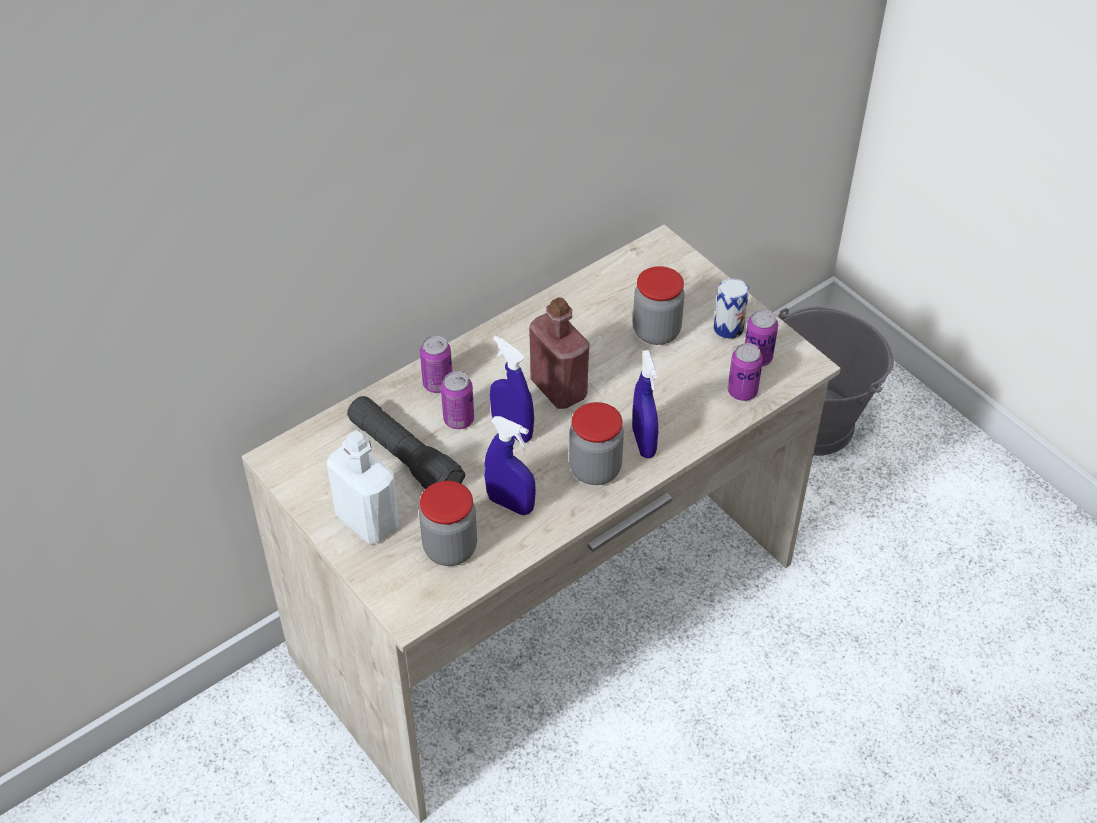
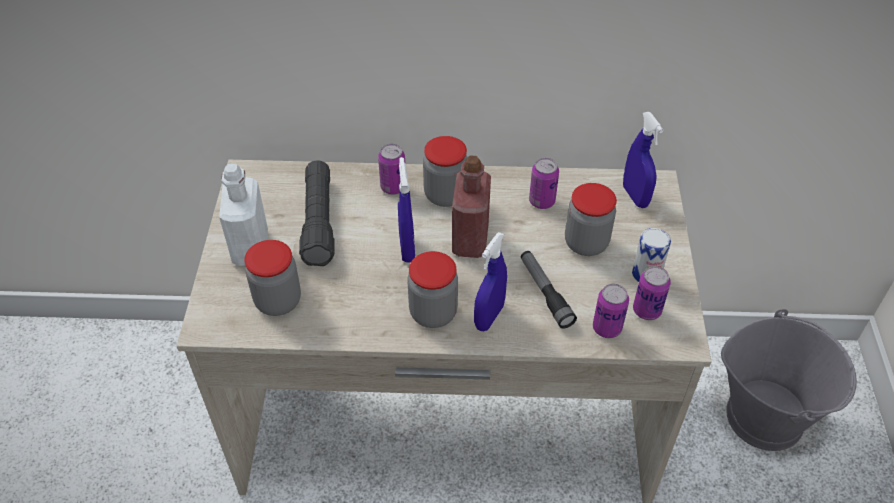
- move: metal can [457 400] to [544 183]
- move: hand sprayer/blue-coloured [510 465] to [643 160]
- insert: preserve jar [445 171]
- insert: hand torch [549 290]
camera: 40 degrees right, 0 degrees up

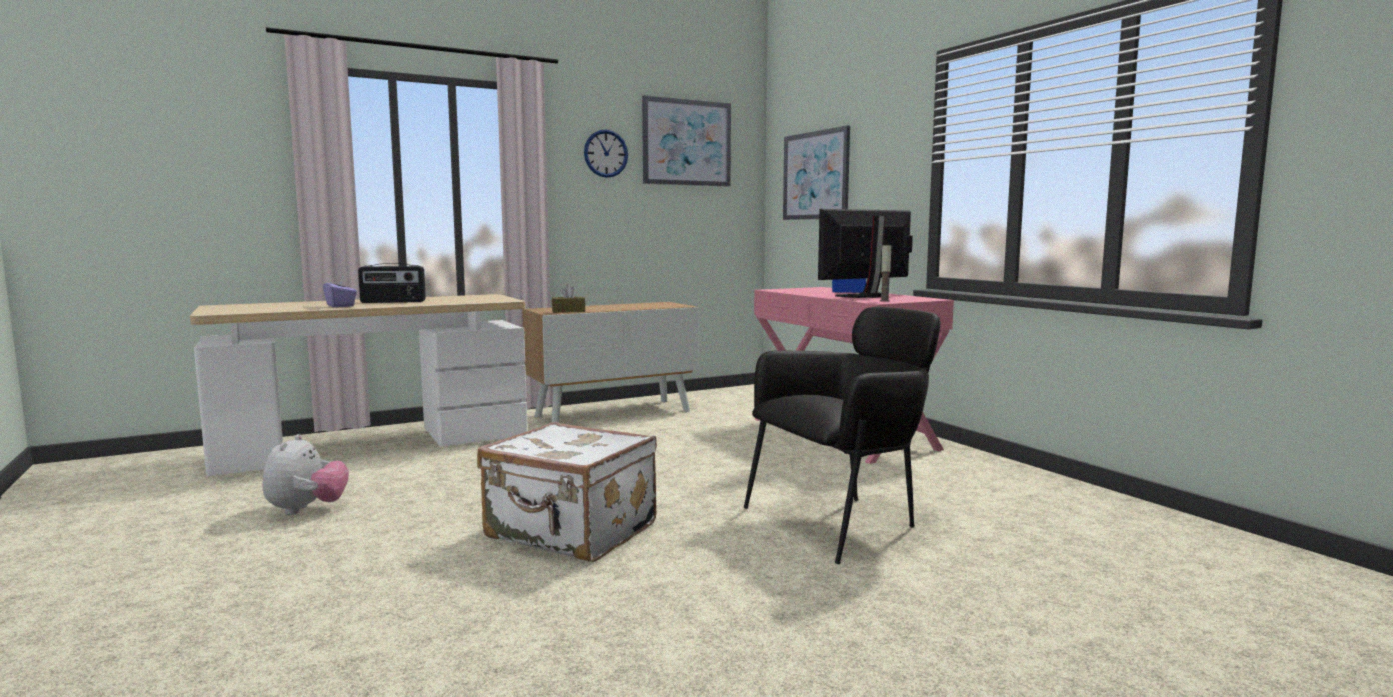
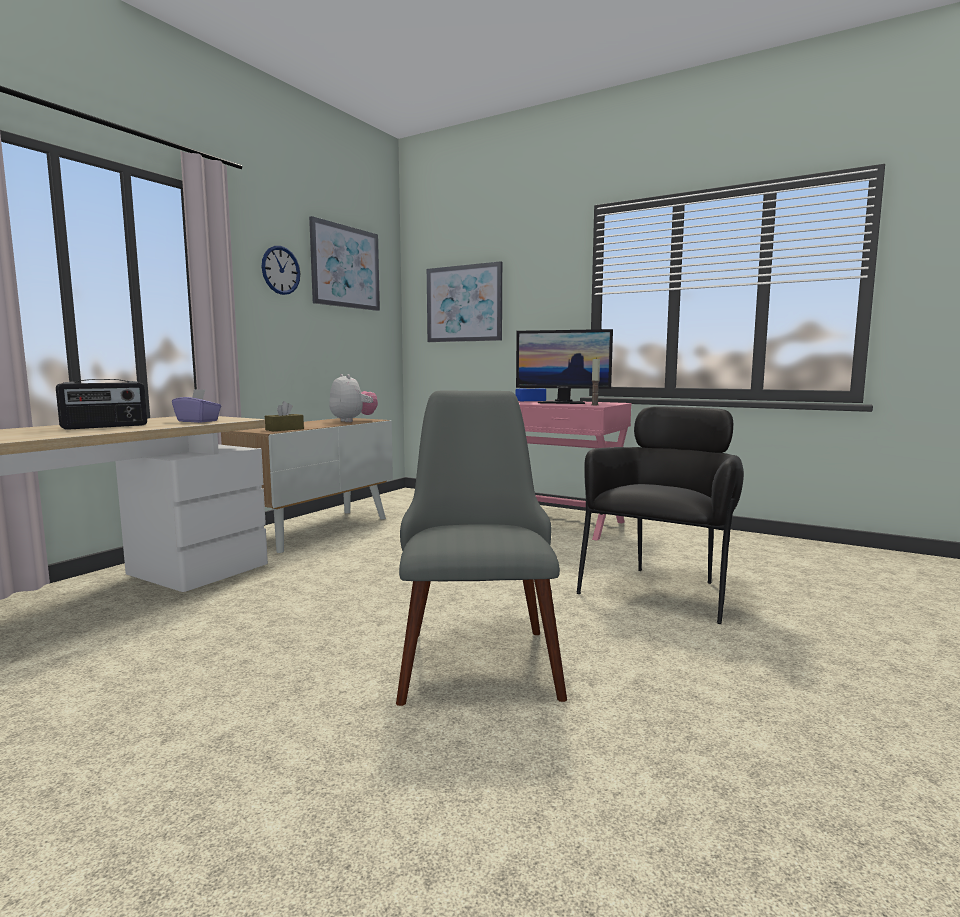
- rotate: computer display [865 253] = [564 366] 105 degrees counterclockwise
- move: tissue holder/purple [340 291] to [196 406]
- replace: travel case/white [567 492] to chair/greyish [481 548]
- move: soft toy [306 474] to [353 398]
camera: 30 degrees left, 0 degrees up

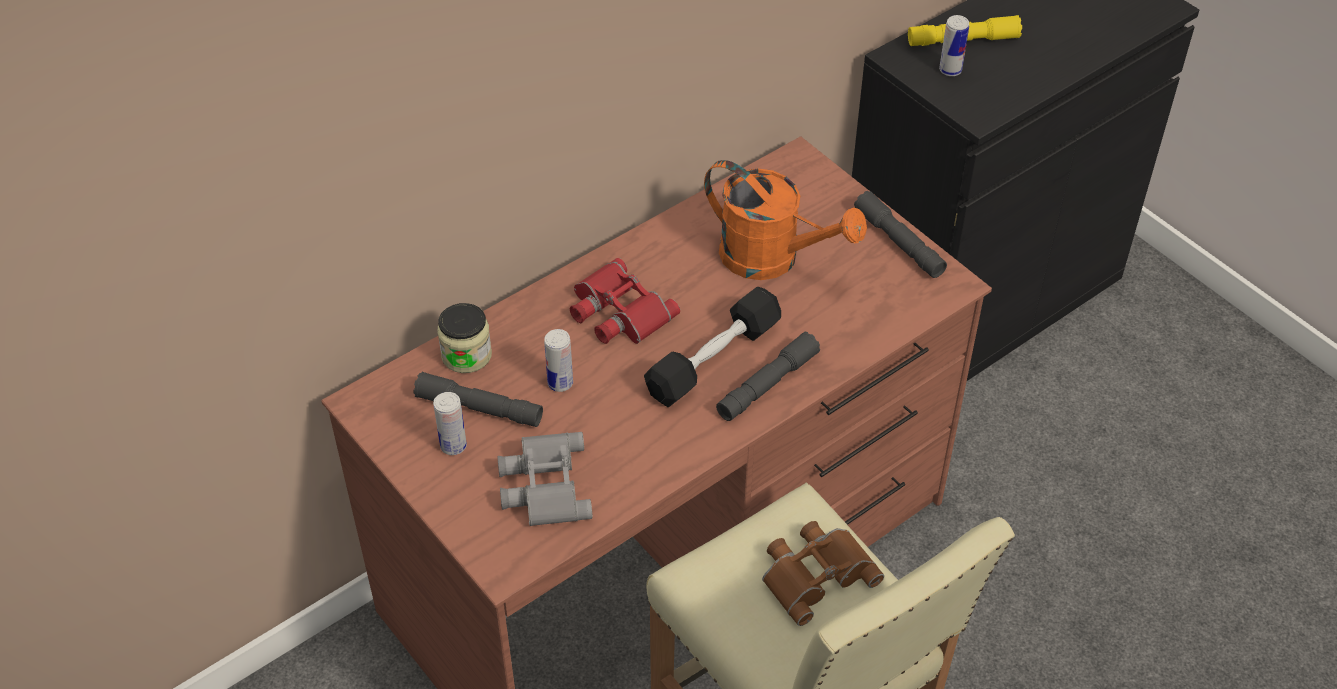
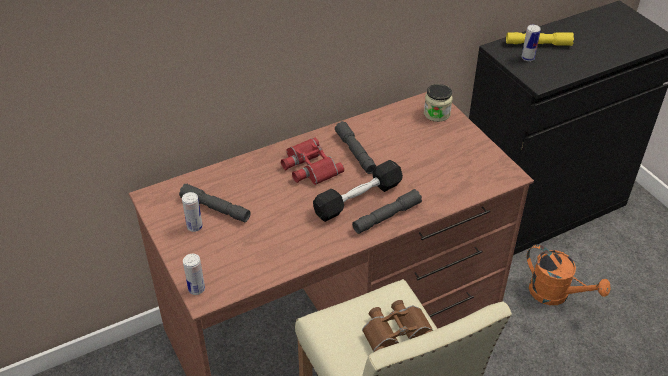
- move: watering pot/orange-coloured [785 220] to [568 274]
- move: hand torch/greyish [900 234] to [356 147]
- move: preserve jar [464 338] to [438 103]
- move: metal can [558 360] to [194 274]
- delete: binoculars/greyish [545 479]
camera: 10 degrees right, 5 degrees down

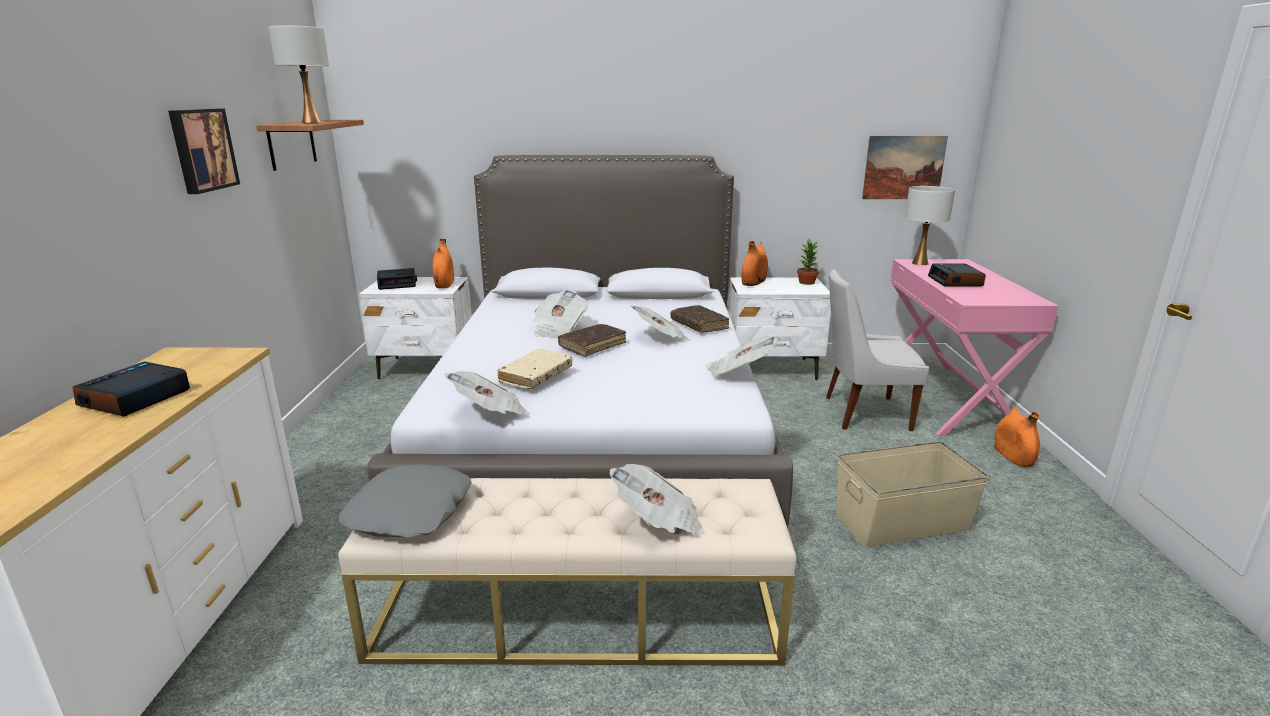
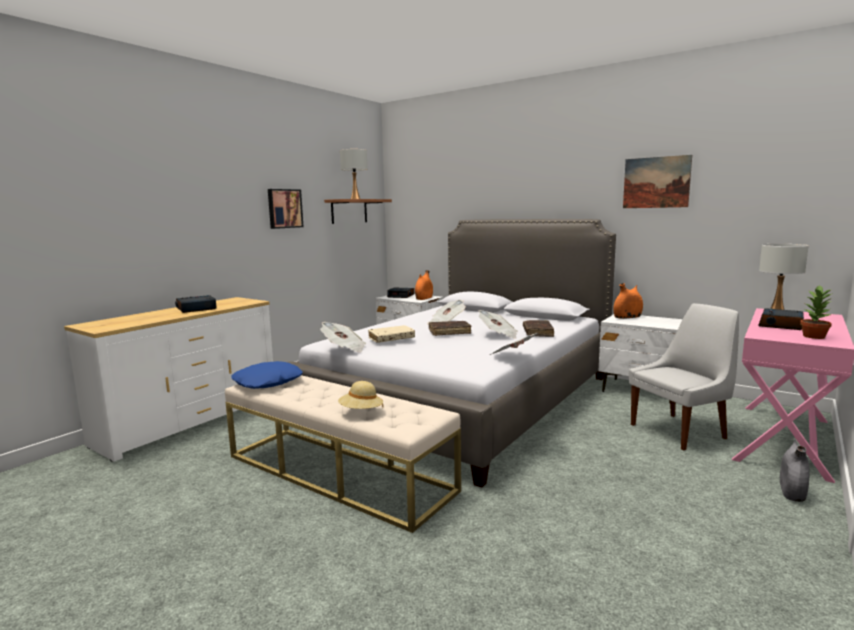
- move: wall art [905 167] to [657 181]
- move: potted plant [808 262] to [816 312]
- rotate: chair/white [877 350] = [684 376] 120 degrees clockwise
- recolor: vase/orange-coloured [1017 436] to vase/greyish [794 471]
- delete: storage bin/beige [912 494]
- recolor: pillow/greyish [405 501] to pillow/blue-coloured [267 375]
- replace: daily paper [657 499] to hat/beige [360 395]
camera: 35 degrees right, 10 degrees down

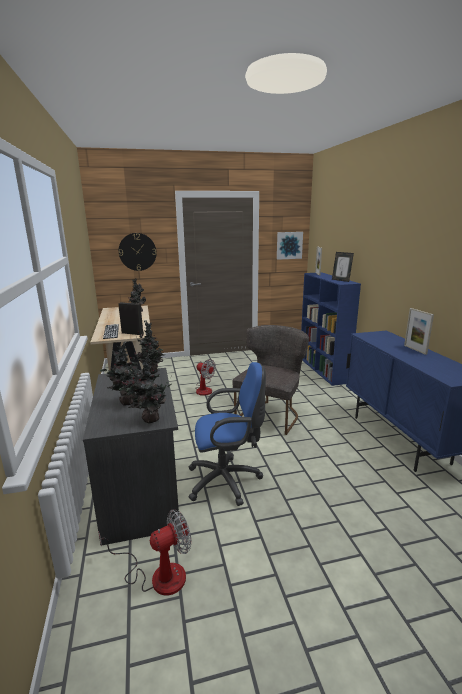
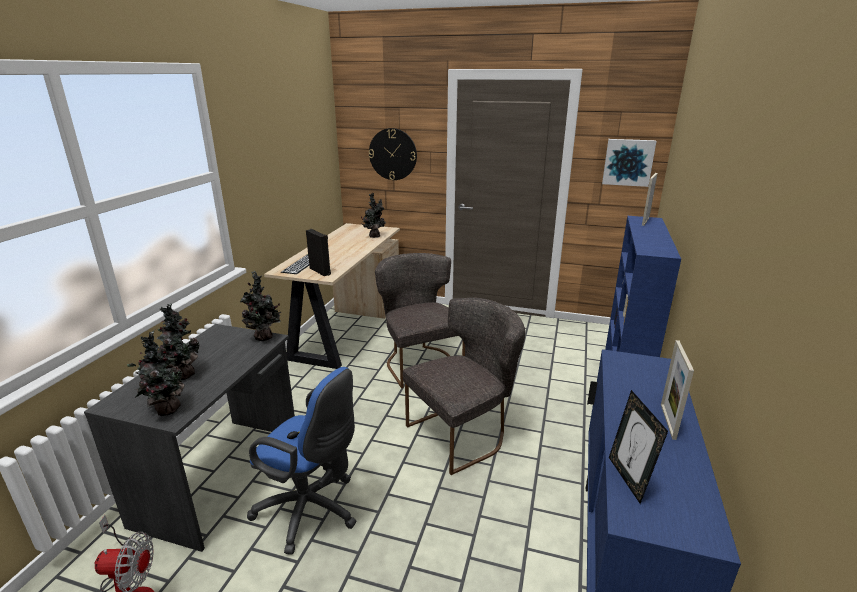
- move: picture frame [343 267] to [638 447]
- replace: fan [205 377] to chair/greyish [420 320]
camera: 30 degrees right, 5 degrees up

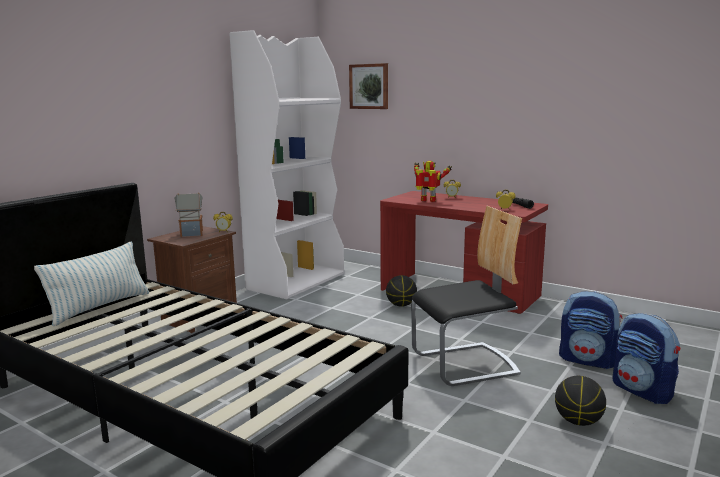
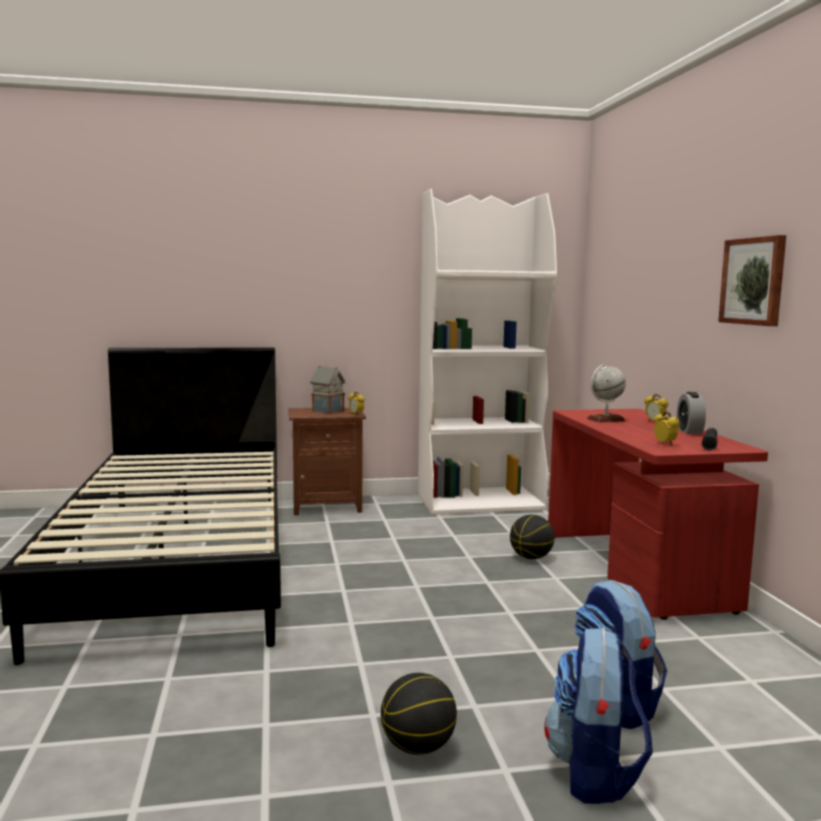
- move: wall art [368 86] to [752 280]
- replace: toy robot [433 181] to globe [606 393]
- delete: chair [466 296]
- delete: pillow [91 283]
- insert: table clock [691 413]
camera: 45 degrees right, 5 degrees down

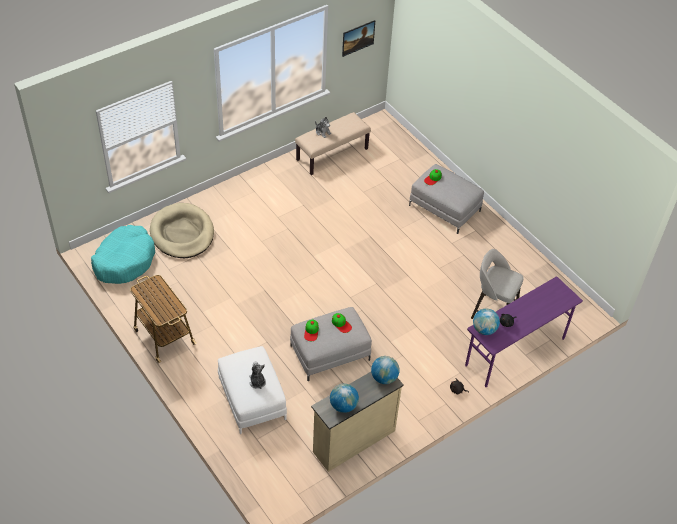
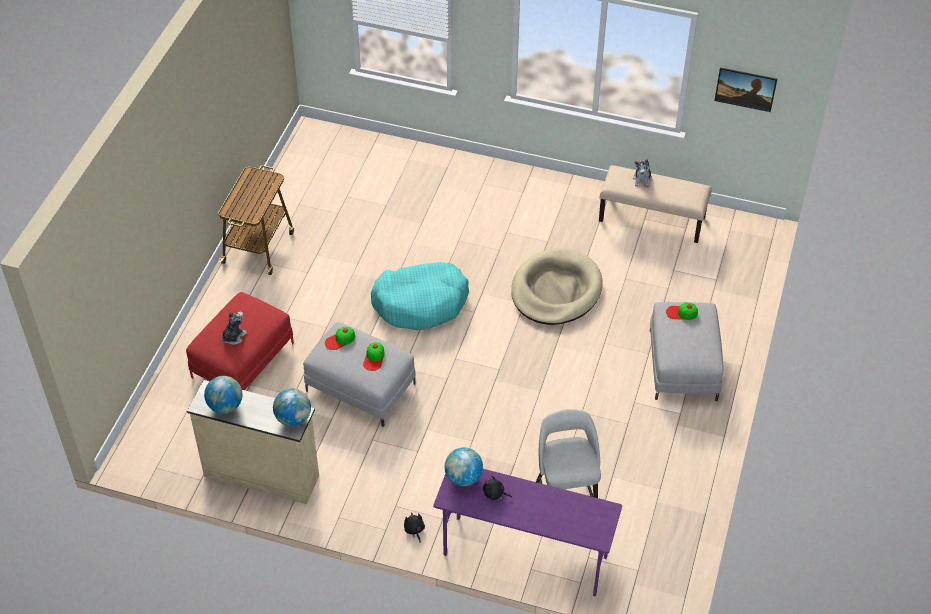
- move: dog bed/beige [182 230] to [557 286]
- move: dog bed/turquoise-coloured [123 254] to [420 296]
- recolor: pouffe/white [252 390] to pouffe/reddish [240 341]
camera: 55 degrees right, 0 degrees up

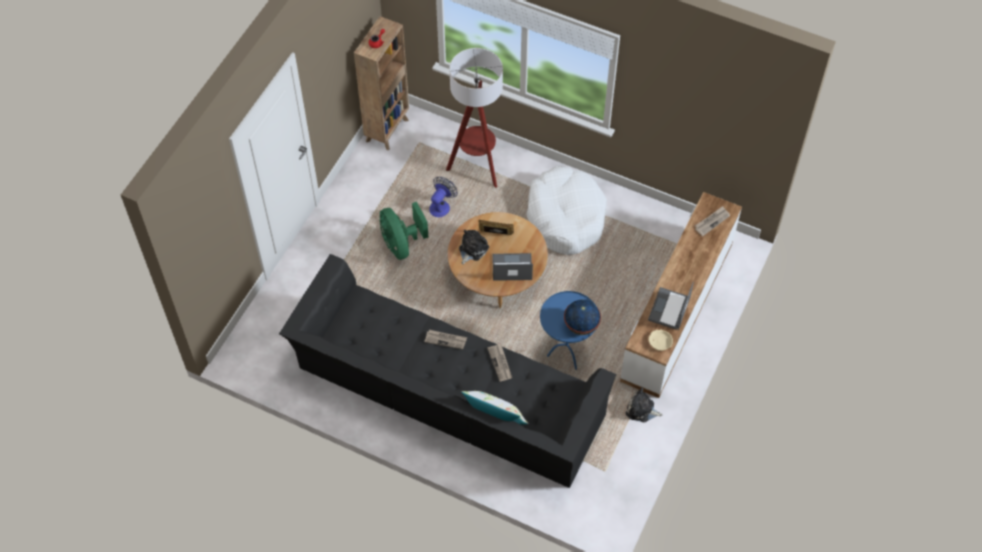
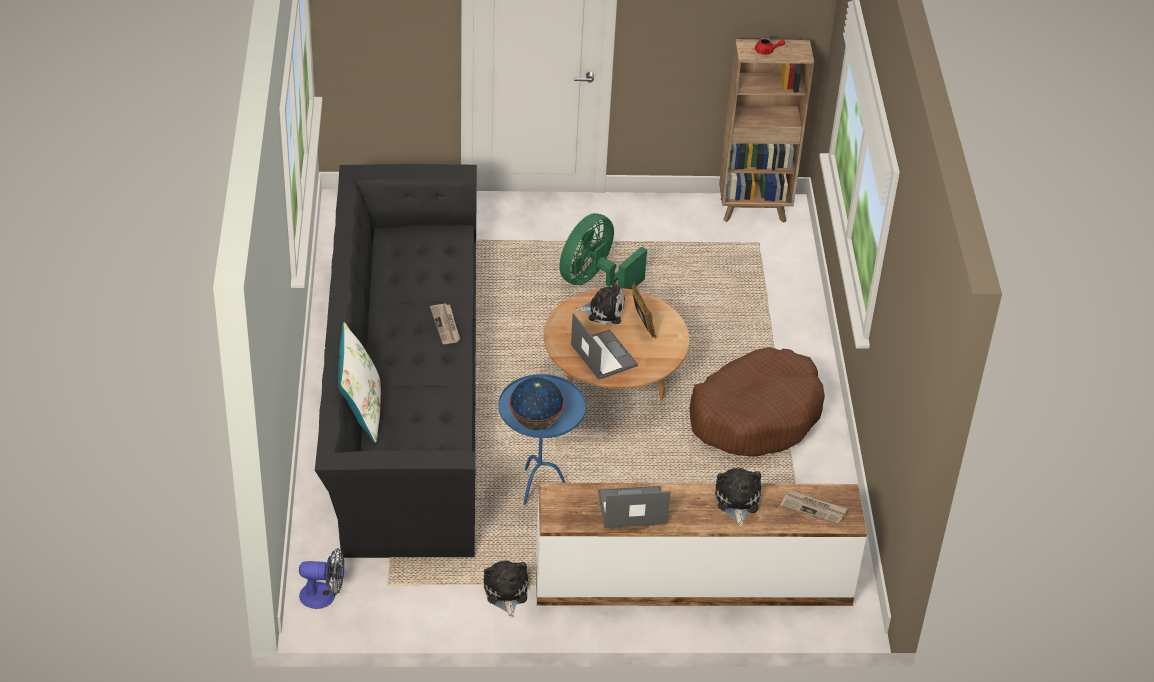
- delete: floor lamp [474 118]
- recolor: dog bed/white [567 210] to dog bed/brown-coloured [757 401]
- move: fan [443 197] to [321 578]
- delete: serving bowl/beige [661 340]
- delete: daily paper [499 363]
- insert: soft toy [738 497]
camera: 60 degrees right, 15 degrees down

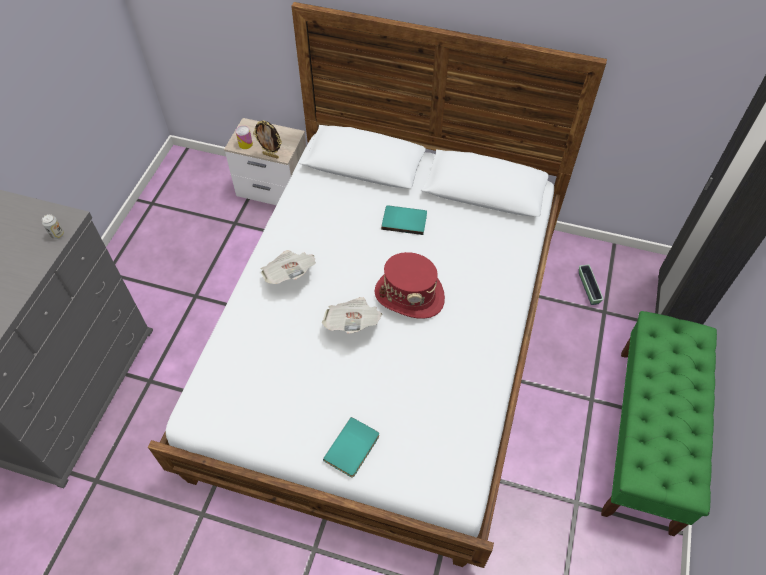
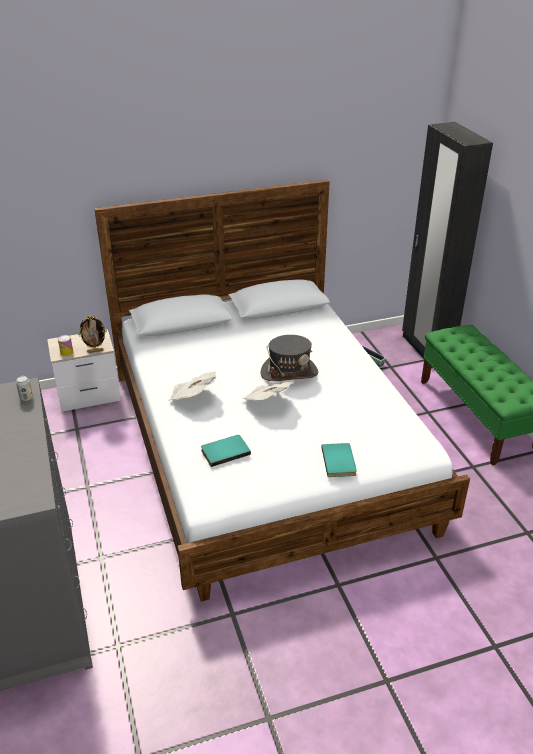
- move: bound book/turquoise-coloured [404 220] to [226 451]
- recolor: hat/reddish [409 285] to hat/greyish [289 358]
camera: 35 degrees left, 20 degrees down

